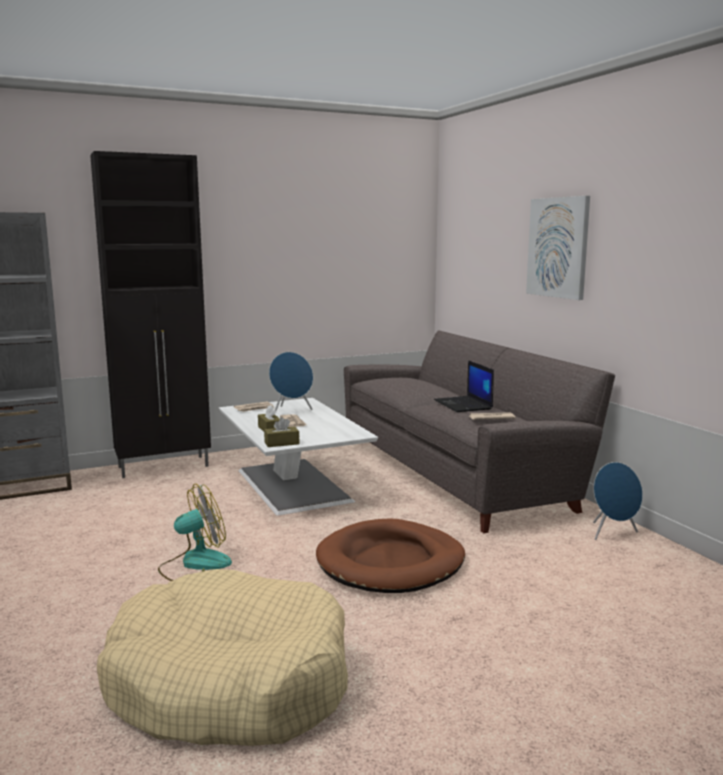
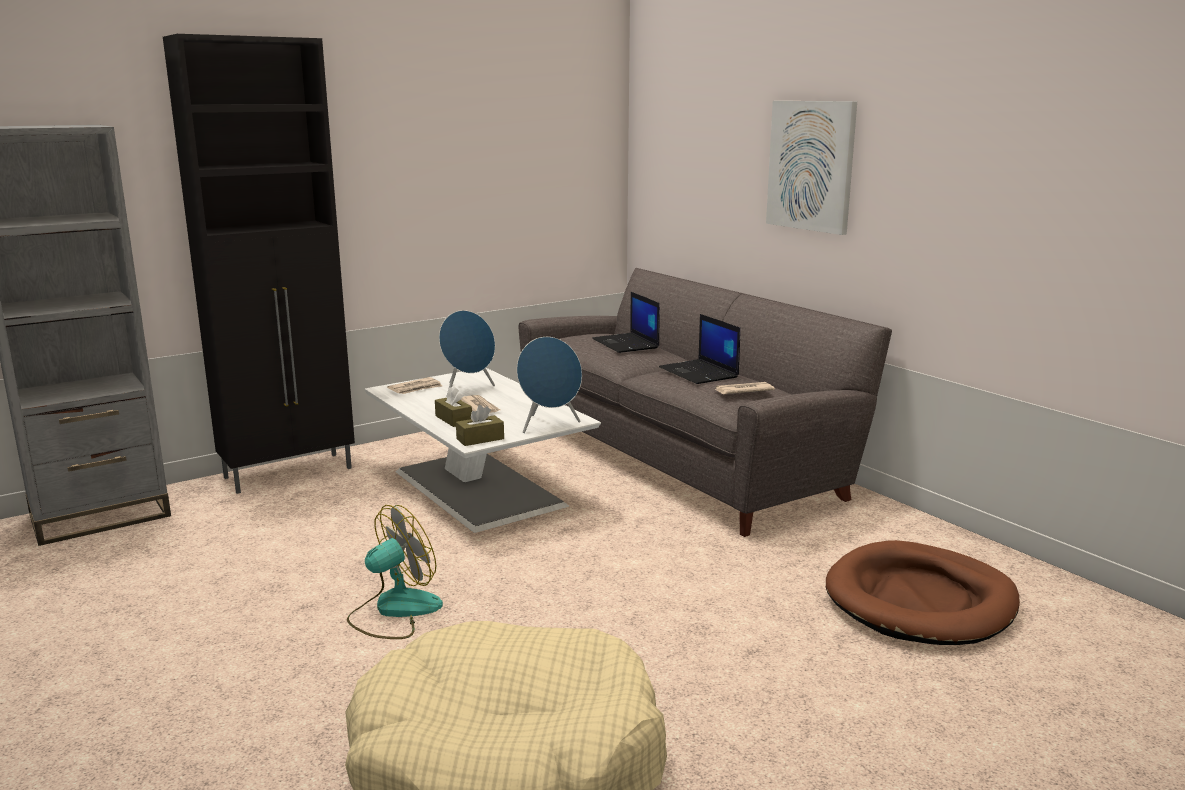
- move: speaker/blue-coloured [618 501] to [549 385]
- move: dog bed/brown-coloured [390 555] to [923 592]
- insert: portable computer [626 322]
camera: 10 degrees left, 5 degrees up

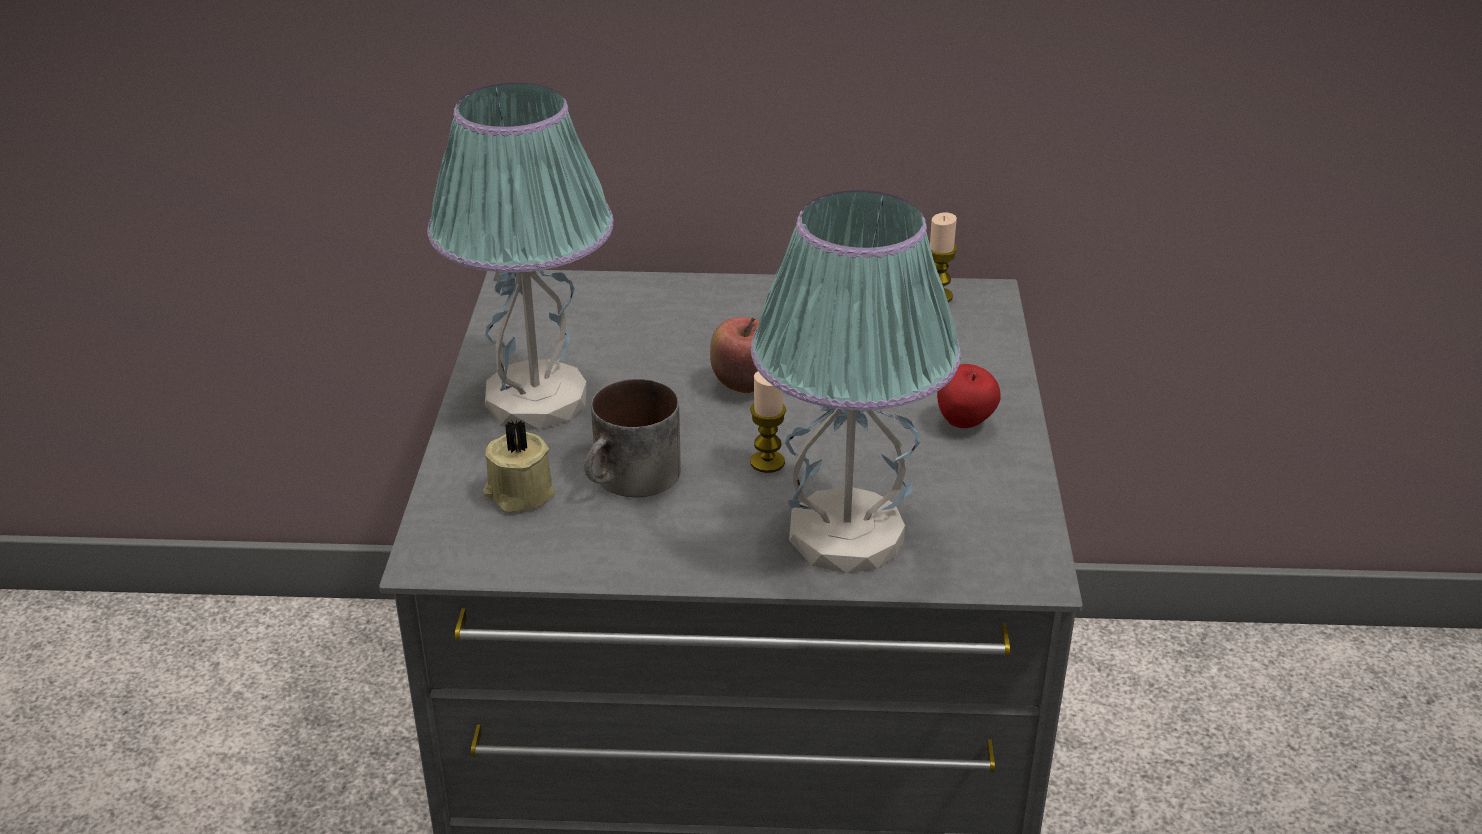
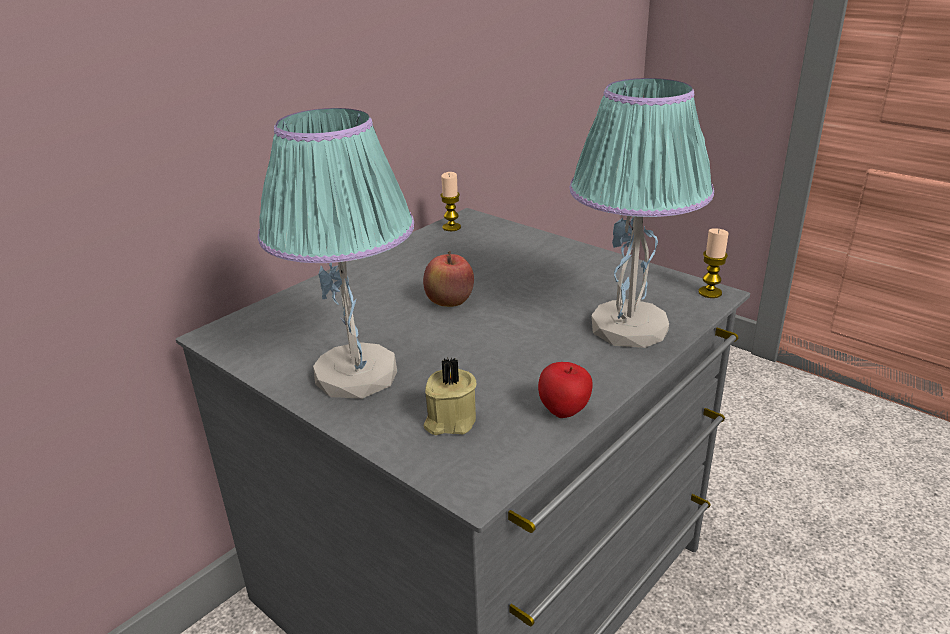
- move: whole apple [969 396] to [565 390]
- move: candle [768 422] to [713 263]
- delete: mug [632 438]
camera: 50 degrees left, 5 degrees down

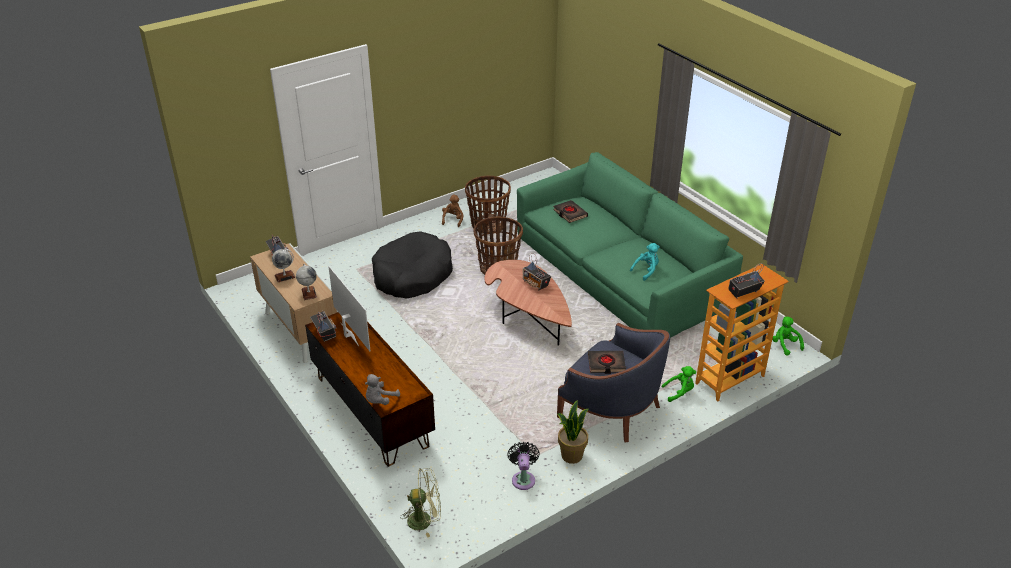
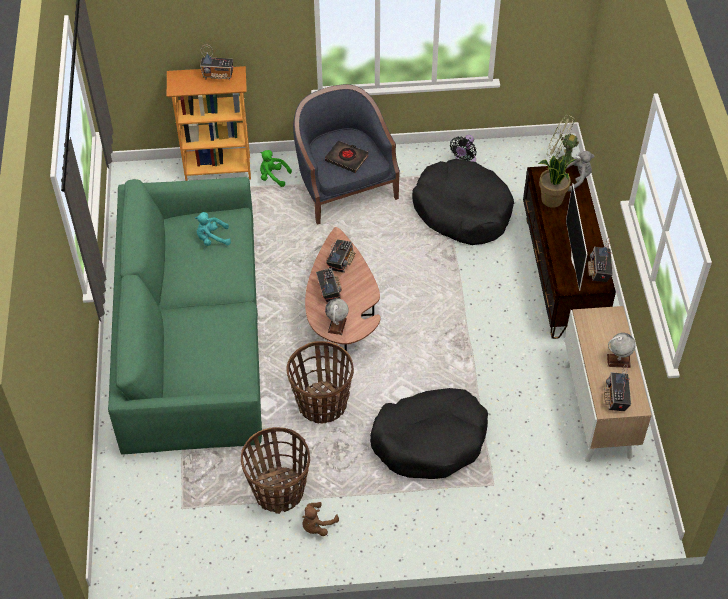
- delete: bound book/blackish [570 211]
- move: globe [306 282] to [337 316]
- delete: soft toy/green-coloured [788 336]
- move: potted plant [573 432] to [557 181]
- insert: dog bed/blackish [463 202]
- insert: radio receiver [340 256]
camera: 150 degrees left, 15 degrees up

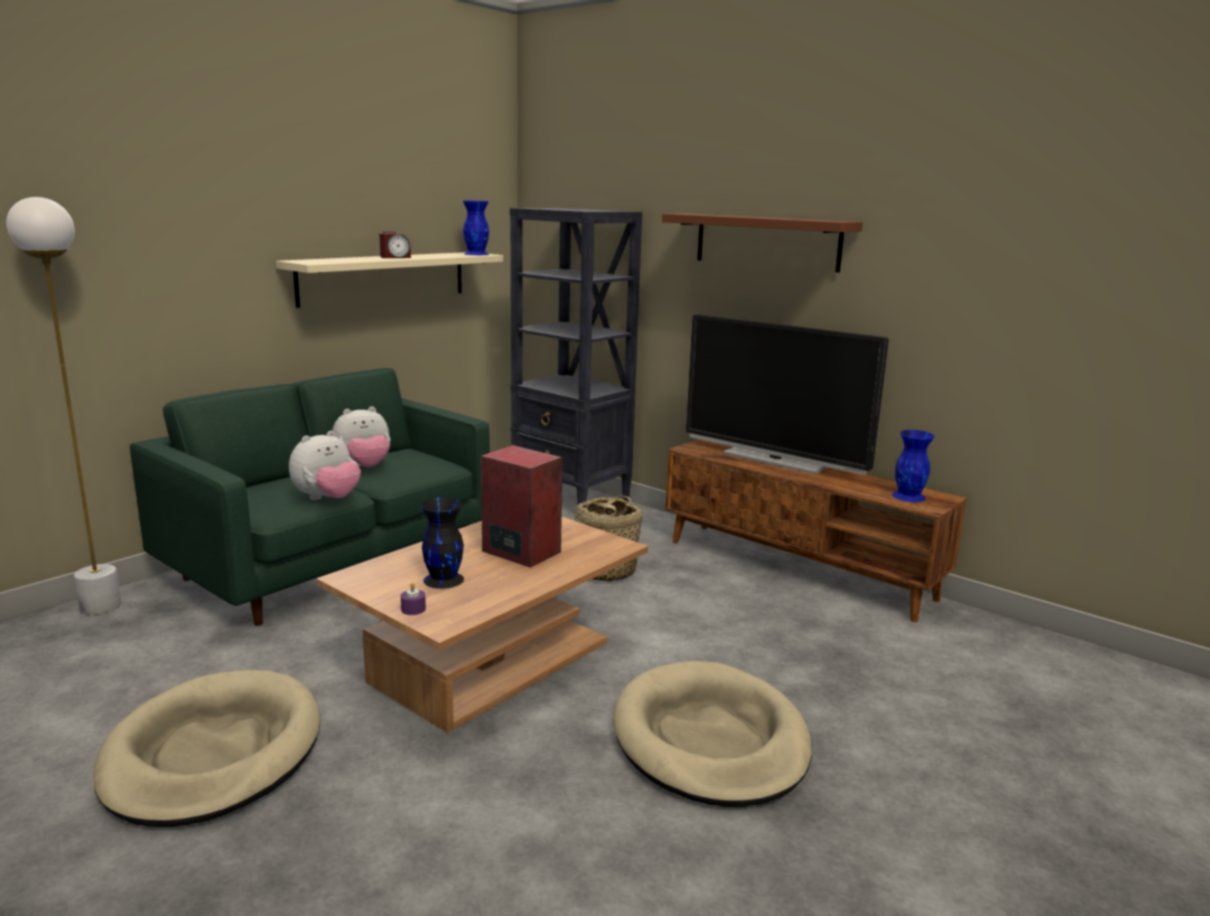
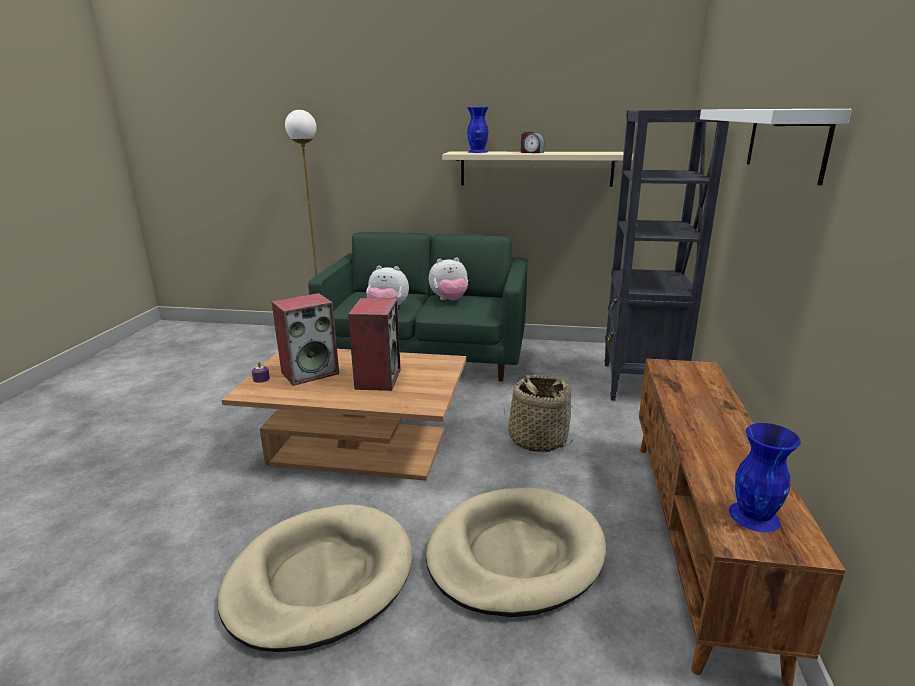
- move: vase/blue-coloured [476 227] to [477 130]
- recolor: wall shelf/brown-coloured [762 243] to wall shelf/white [776 147]
- delete: TV set [787 394]
- rotate: soft toy [361 437] = [448 279] 45 degrees counterclockwise
- replace: vase/blackish [442 543] to speaker [305 339]
- move: dog bed/beige [207 748] to [516 552]
camera: 60 degrees right, 5 degrees up

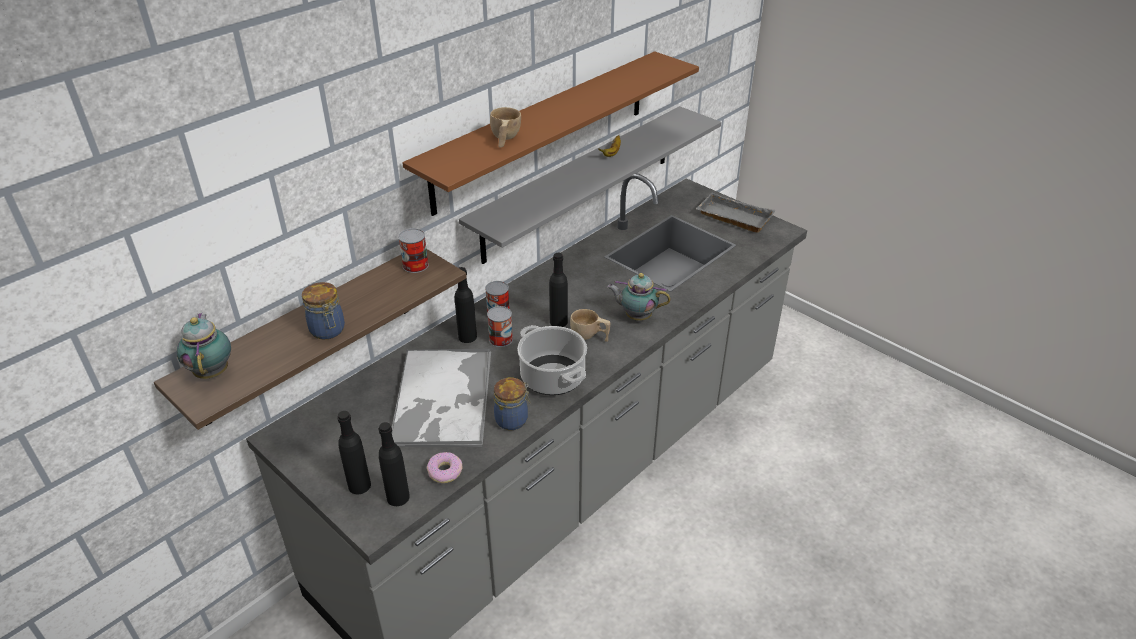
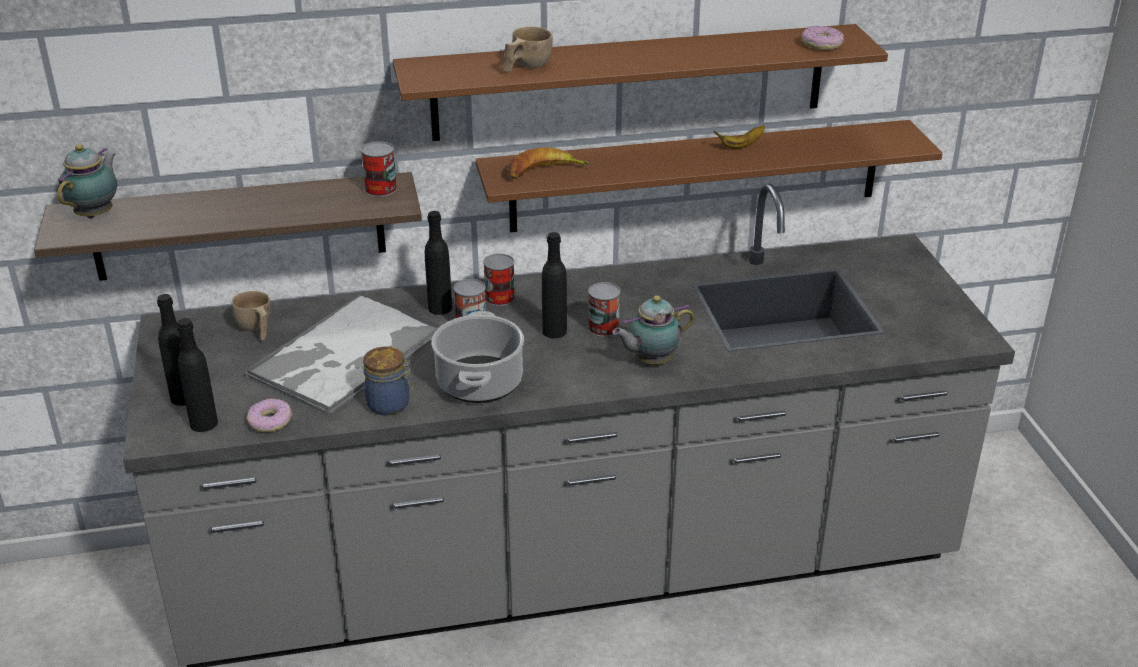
- recolor: wall shelf/greyish [590 185] to wall shelf/brown-coloured [709 176]
- delete: tray/greyish [736 213]
- rotate: teapot [639 297] = [653 330] 75 degrees counterclockwise
- delete: preserve jar [323 311]
- move: cup/beige [590 325] to [251 316]
- insert: donut [822 38]
- insert: banana [549 163]
- insert: metal can [604 309]
camera: 35 degrees right, 5 degrees down

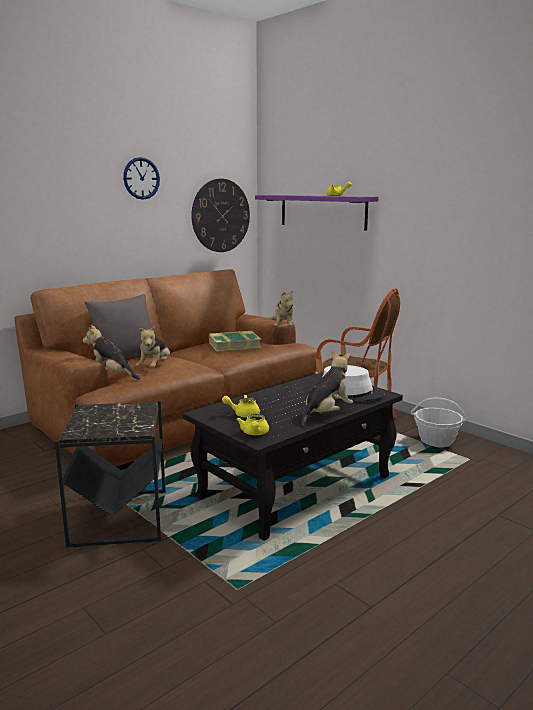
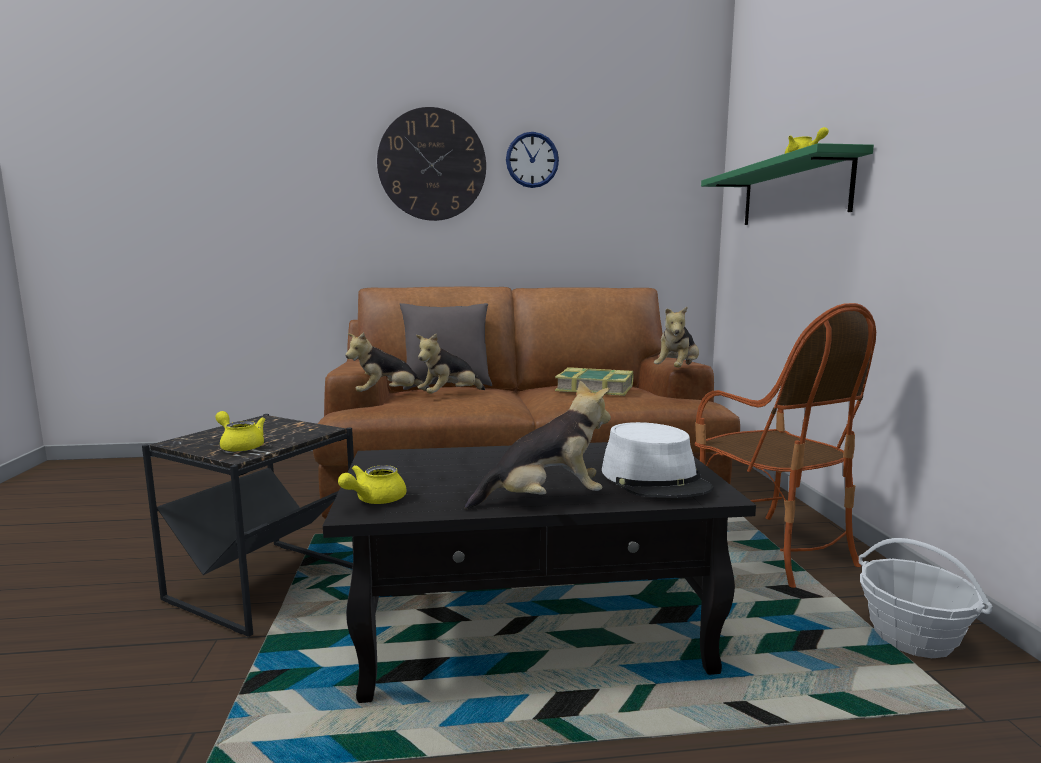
- move: hanging clock [220 215] to [431 164]
- recolor: wall shelf/purple [317 213] to wall shelf/green-coloured [787 184]
- rotate: soft toy [112 352] = [387 362] 90 degrees counterclockwise
- move: teapot/yellow-coloured [241 406] to [240 431]
camera: 35 degrees right, 5 degrees down

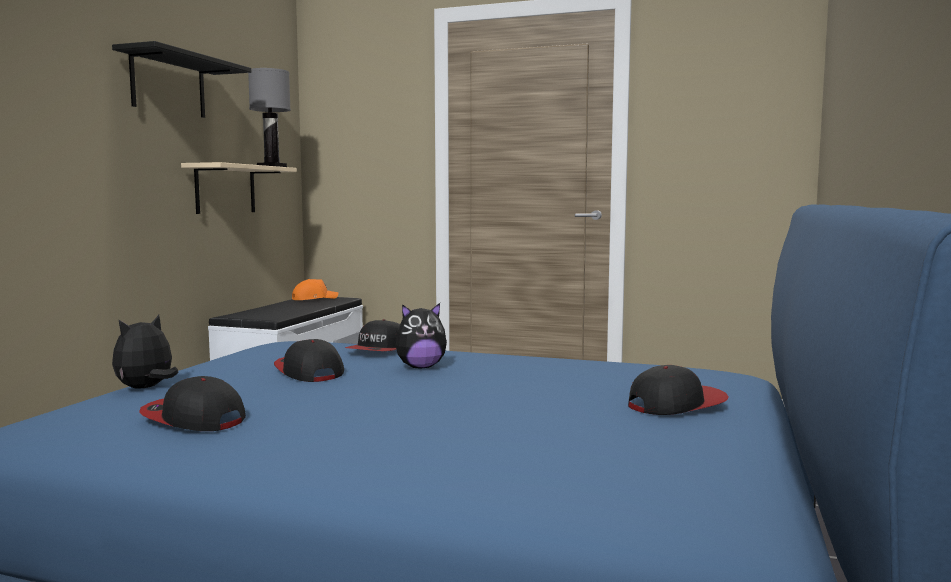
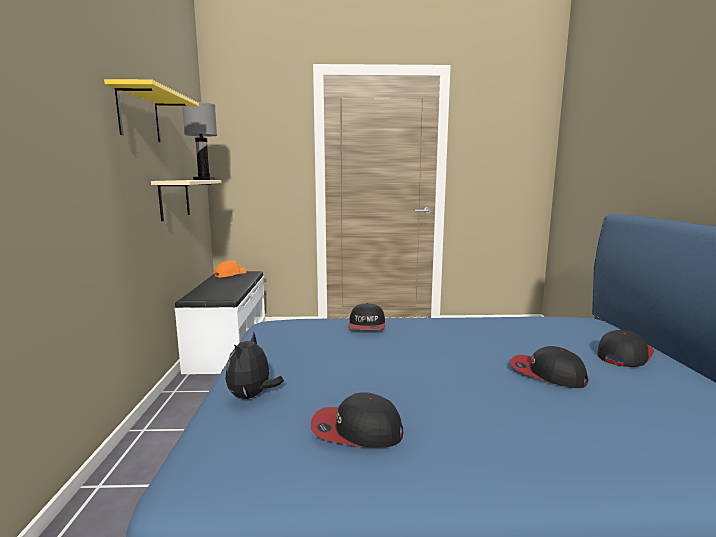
- recolor: wall shelf/blackish [182 79] to wall shelf/yellow-coloured [151 110]
- delete: soft toy [421 335]
- move: baseball cap [309 360] to [549 367]
camera: 20 degrees left, 5 degrees up

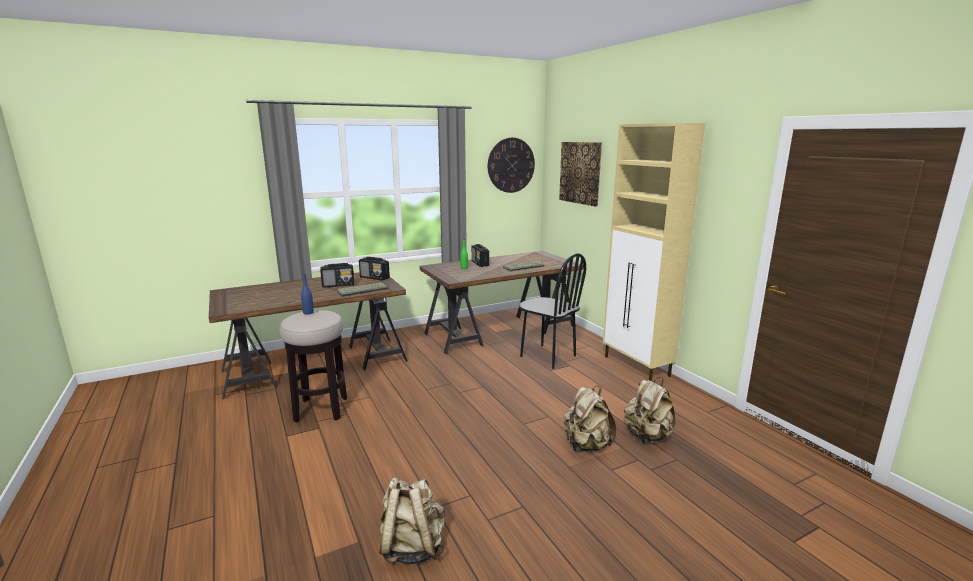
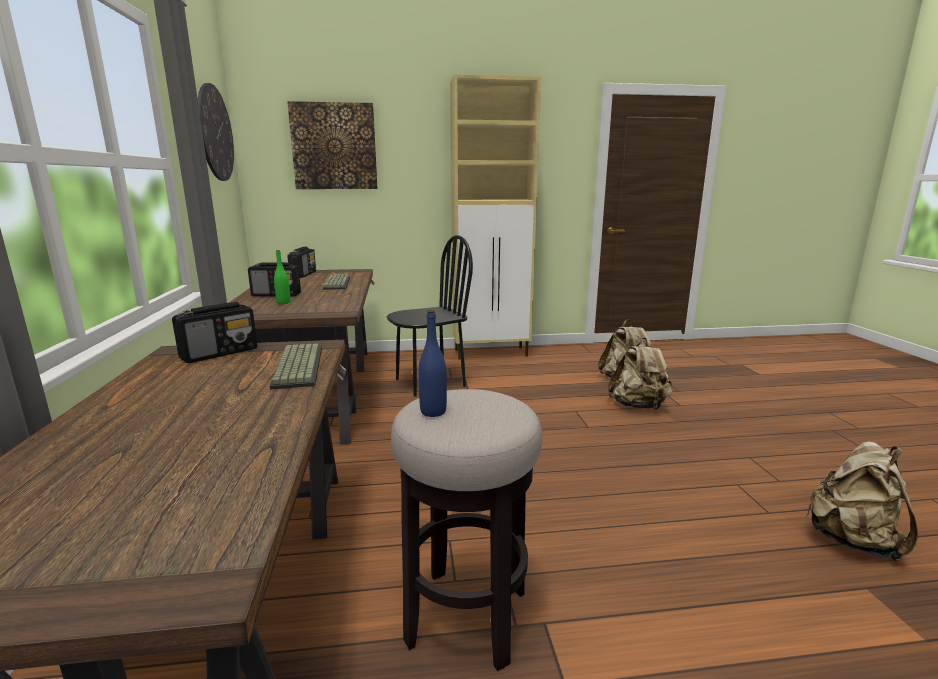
- move: radio receiver [337 275] to [301 262]
camera: 70 degrees left, 0 degrees up

